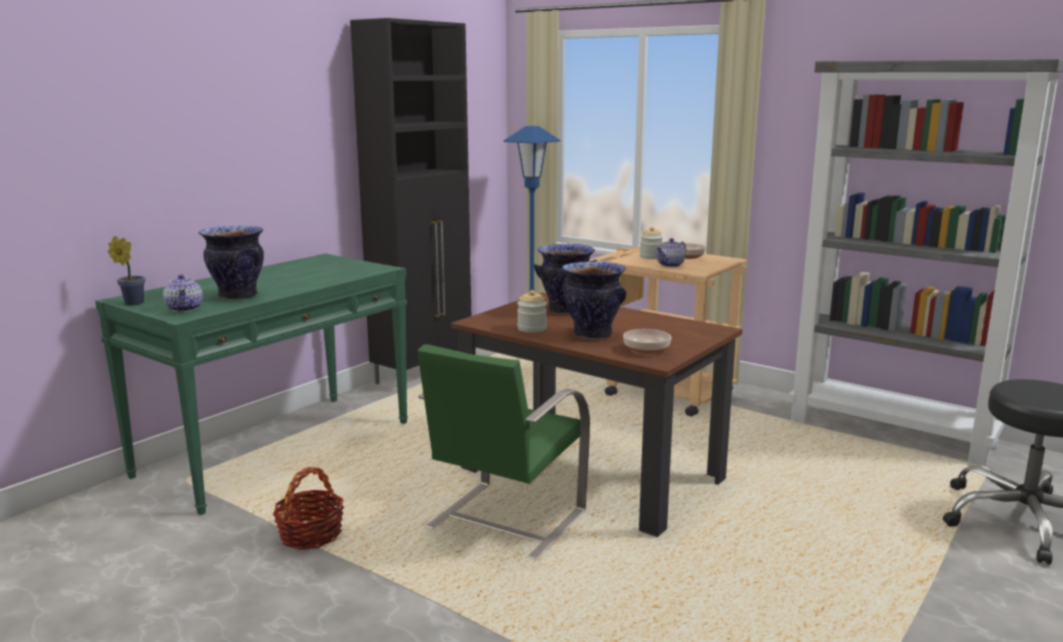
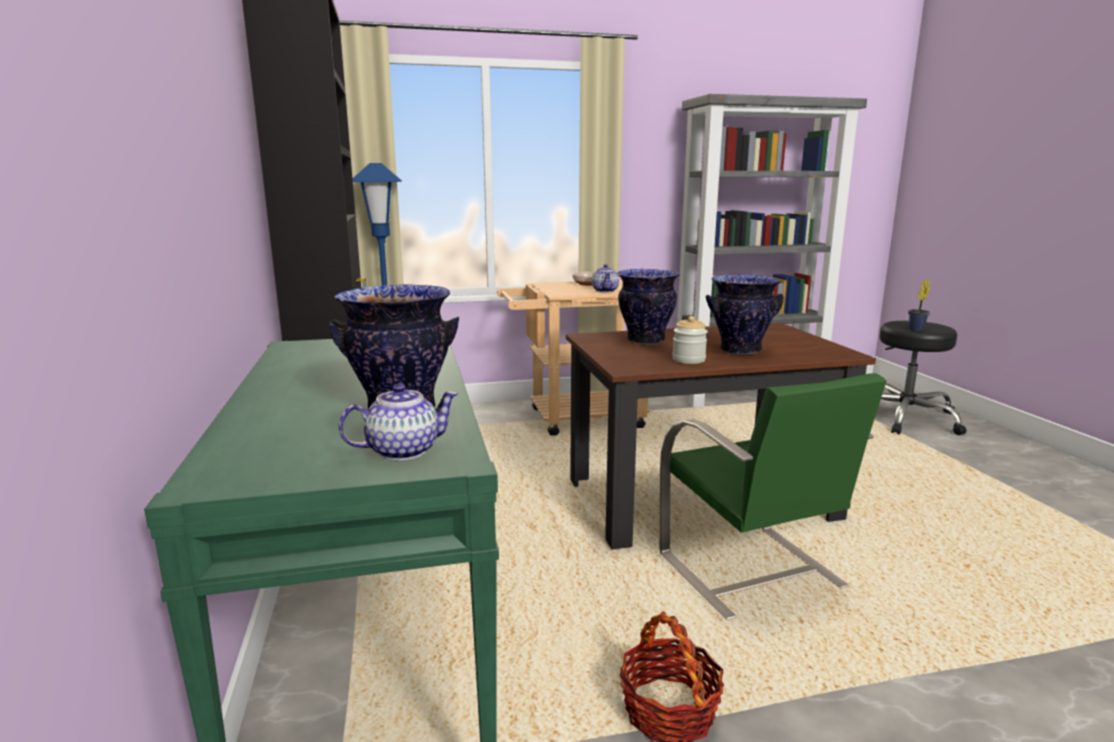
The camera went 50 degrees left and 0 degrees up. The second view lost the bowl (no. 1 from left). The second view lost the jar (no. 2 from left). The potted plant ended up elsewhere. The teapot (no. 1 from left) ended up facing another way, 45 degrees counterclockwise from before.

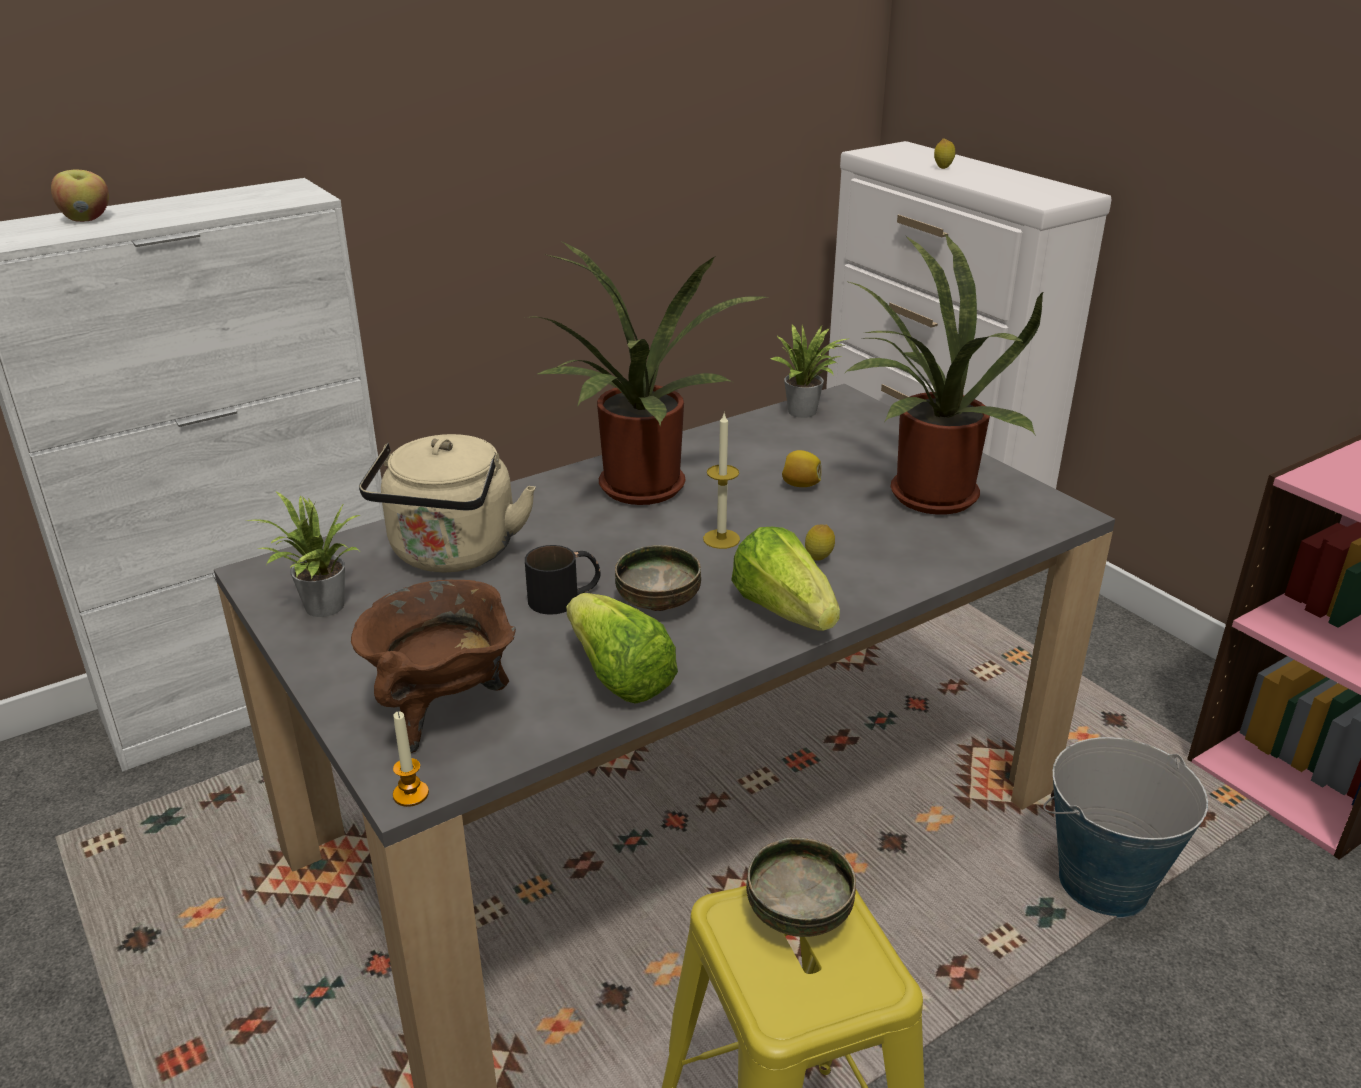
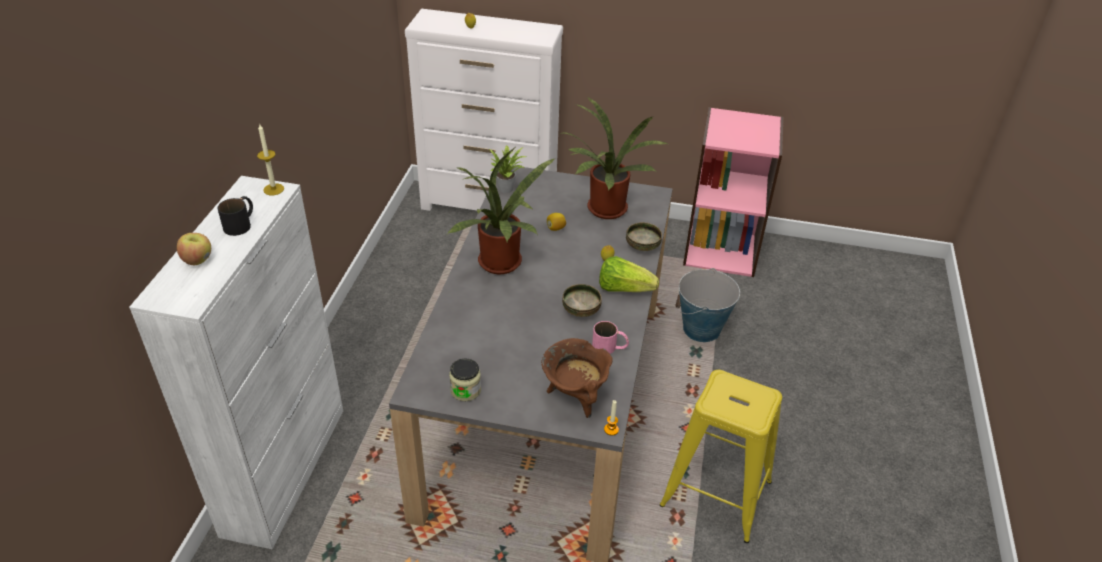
The camera went 45 degrees left and 10 degrees up. The second view lost the beige kettle. The black mug ended up elsewhere. The candle (no. 2 from left in the first image) ended up elsewhere. The bowl (no. 2 from left) ended up elsewhere. Where the potted plant (no. 1 from left) stood, the jar came to stand. Where the lettuce (no. 1 from left) stood, the pink mug came to stand.

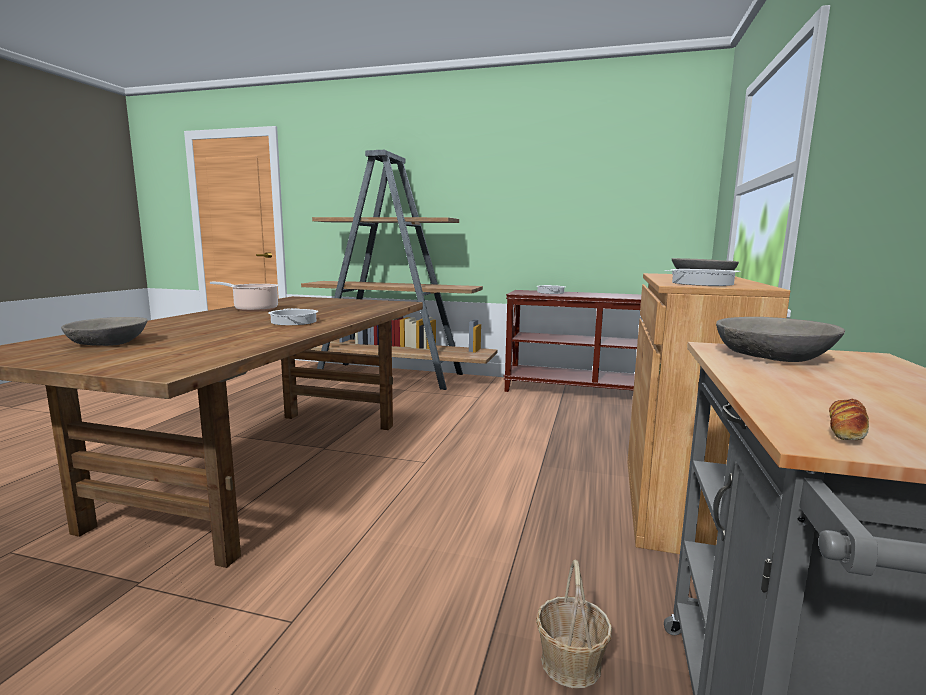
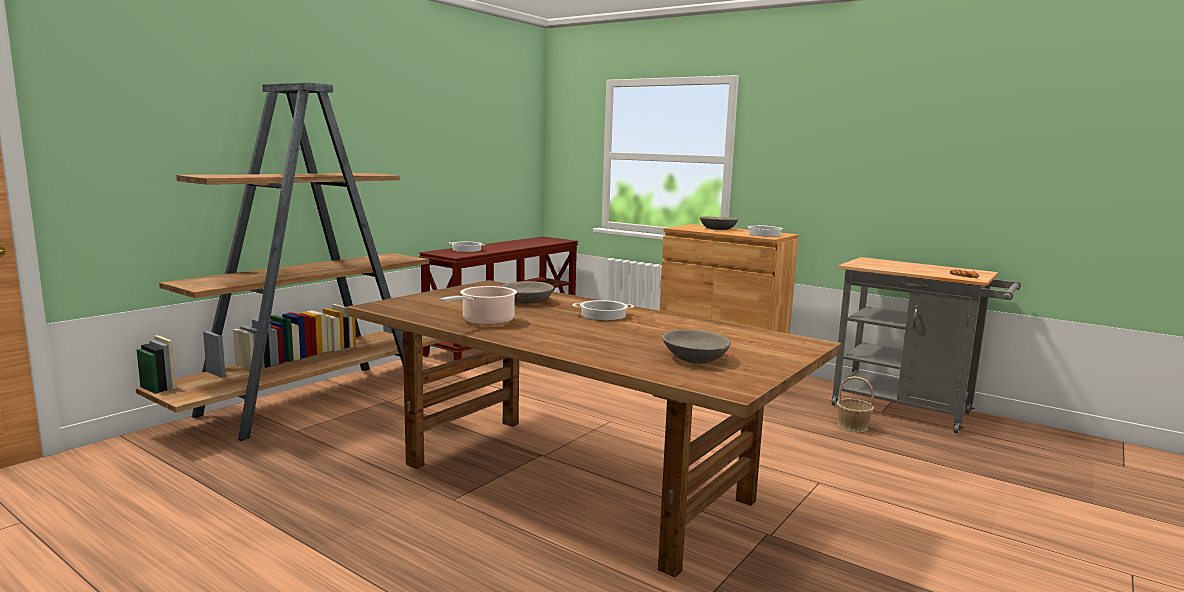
The camera went 70 degrees left and 0 degrees up. The grey bowl (no. 3 from left in the first image) ended up elsewhere.

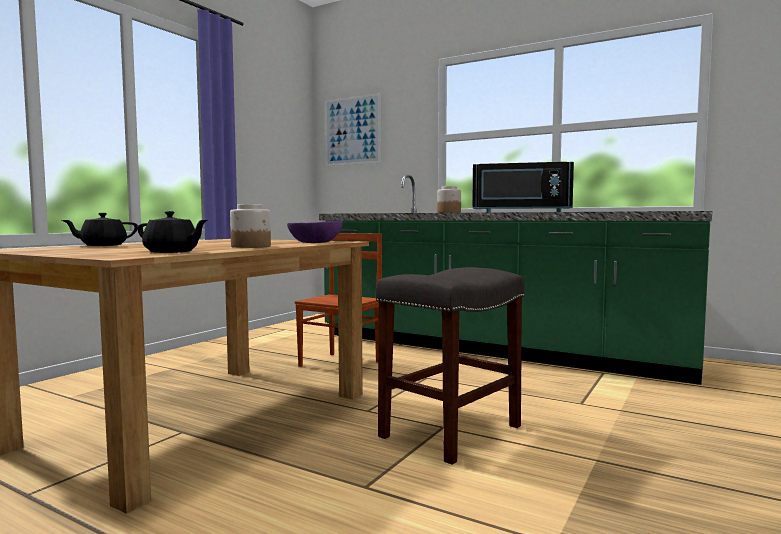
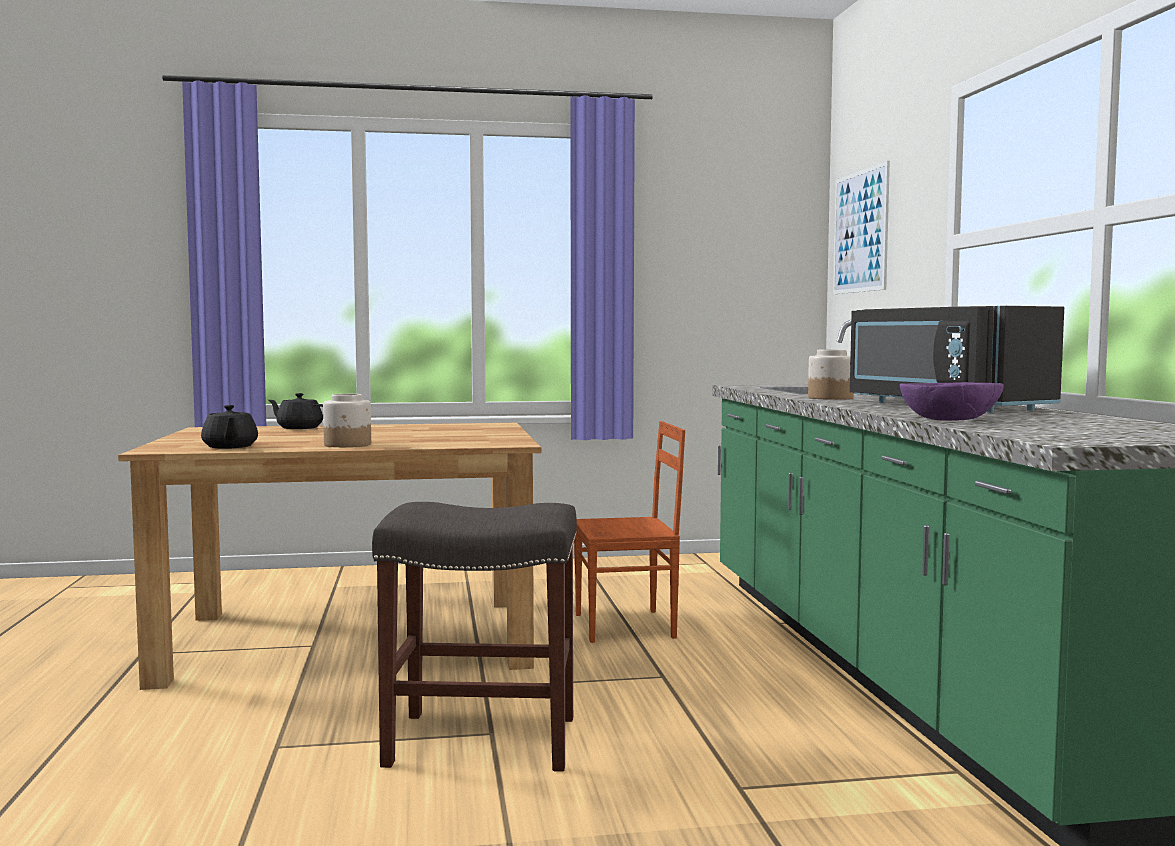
The camera went 50 degrees right and 0 degrees up. The purple bowl ended up elsewhere.

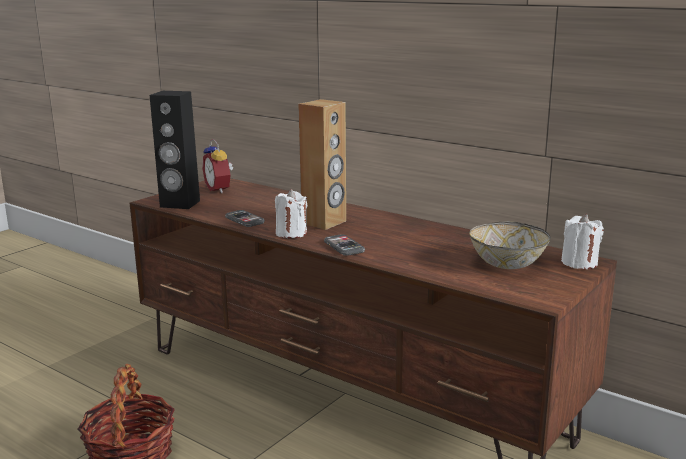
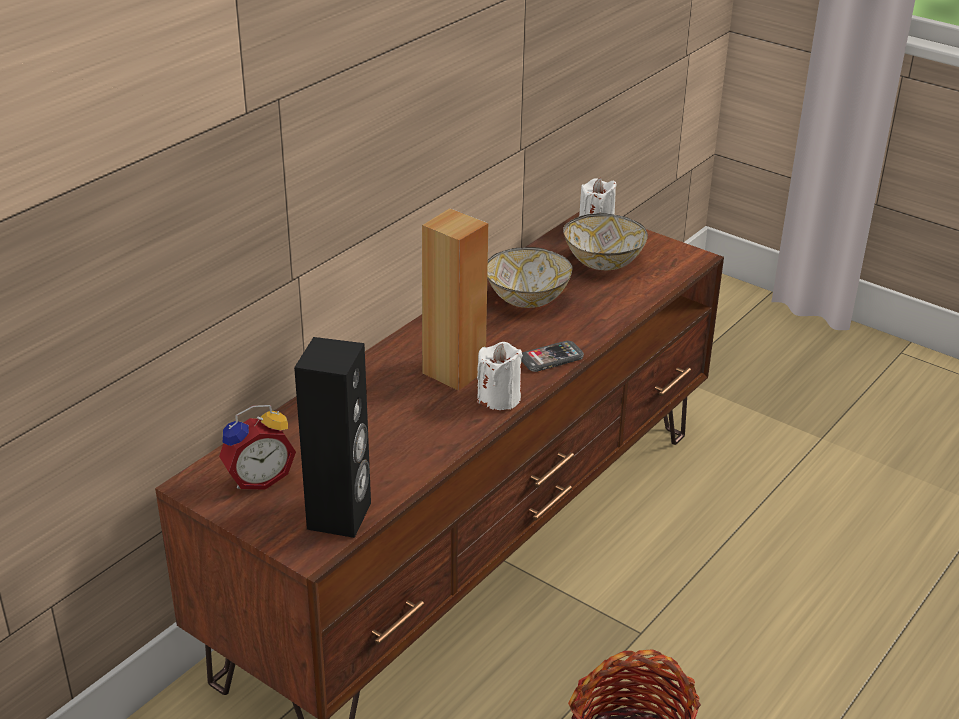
The camera went 90 degrees left and 15 degrees up. The second view lost the phone (no. 1 from left). The second view gained the bowl (no. 1 from left).

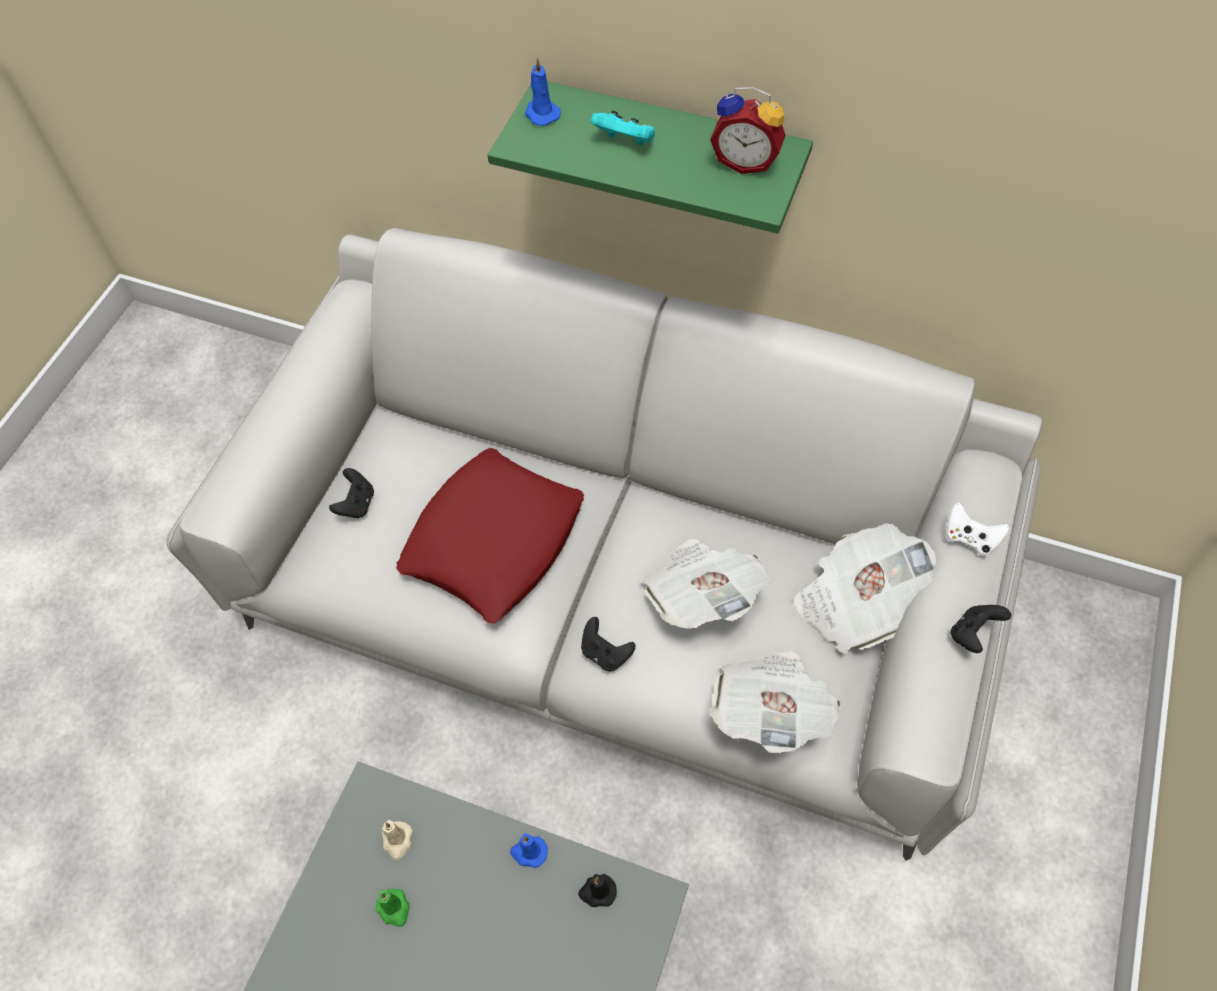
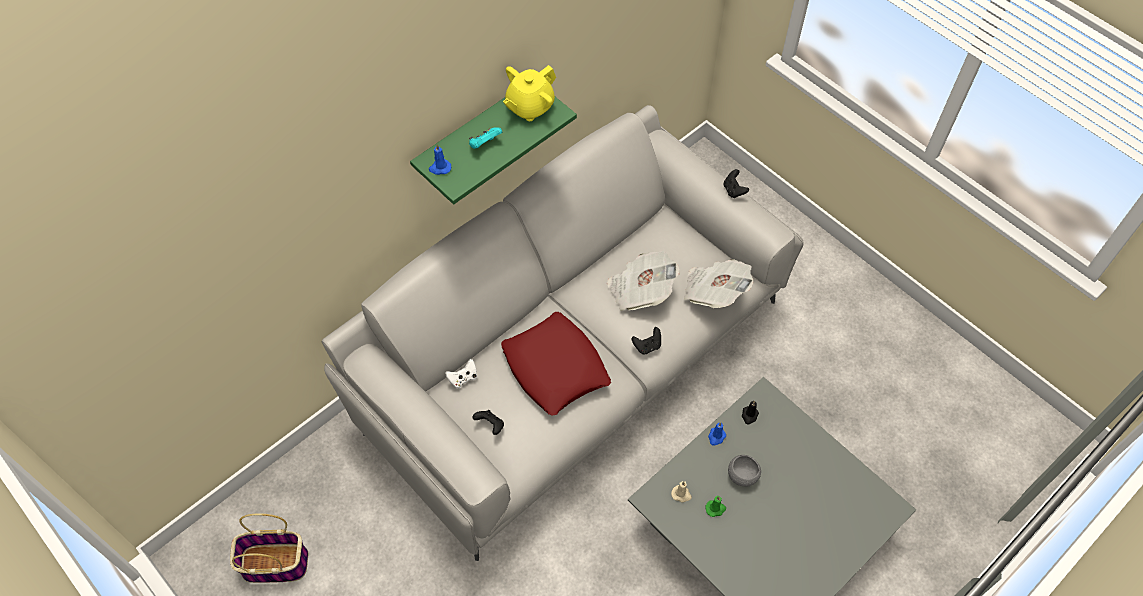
The camera went 65 degrees left and 0 degrees up. The second view lost the newspaper (no. 3 from left). The second view gained the basket. The second view gained the grey bowl. The white game controller ended up elsewhere. Where the alarm clock stood, the yellow teapot came to stand.

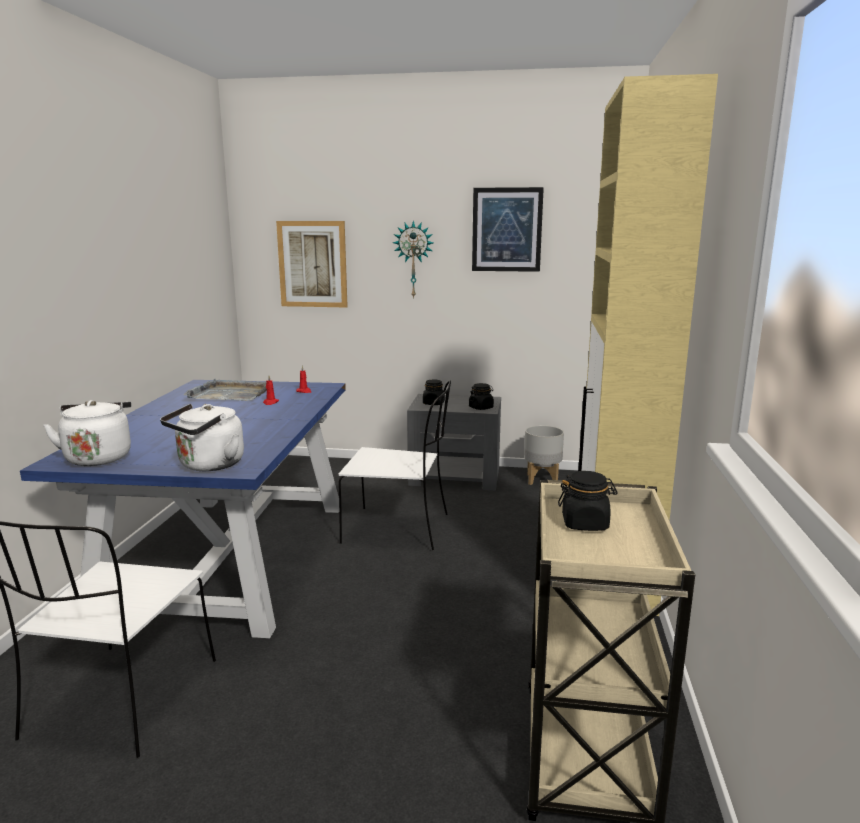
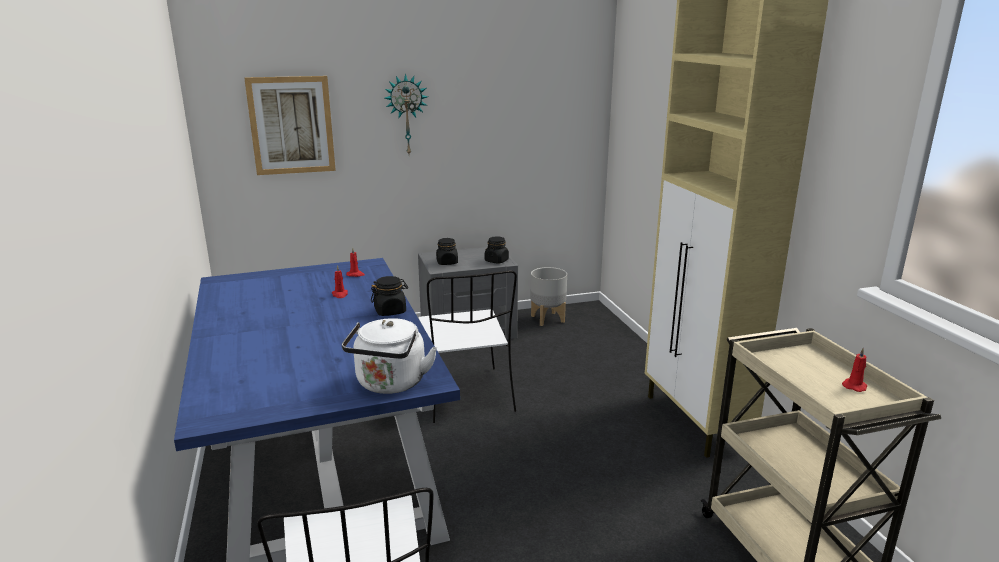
The camera went 25 degrees left and 5 degrees up. The second view lost the white kettle (no. 1 from left). The second view lost the grey tray. The second view lost the picture (no. 2 from left). The second view gained the red candle (no. 3 from left). The black jar (no. 3 from left in the first image) ended up elsewhere. The white chair (no. 2 from left) ended up facing another way, 90 degrees clockwise from before.

